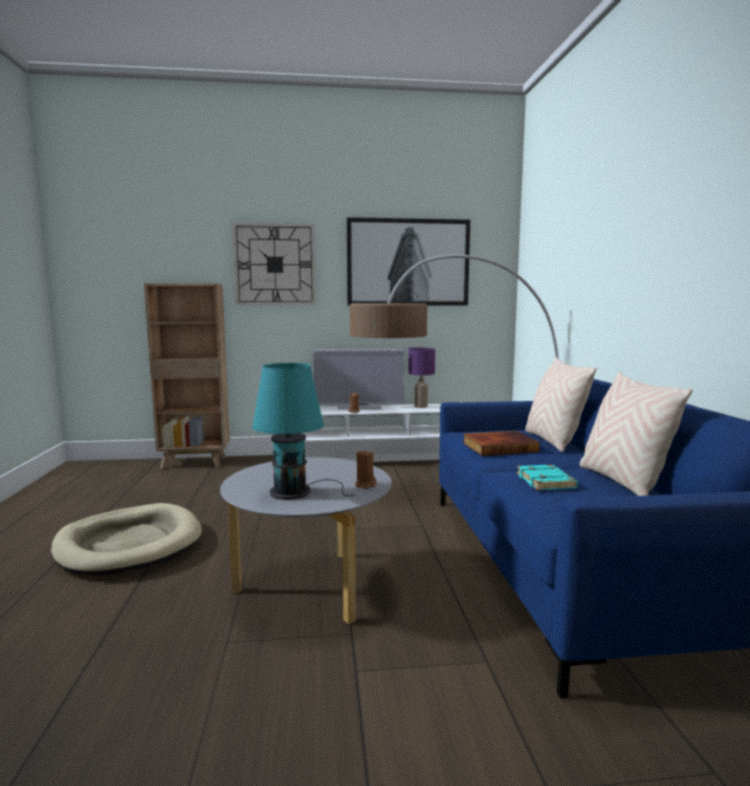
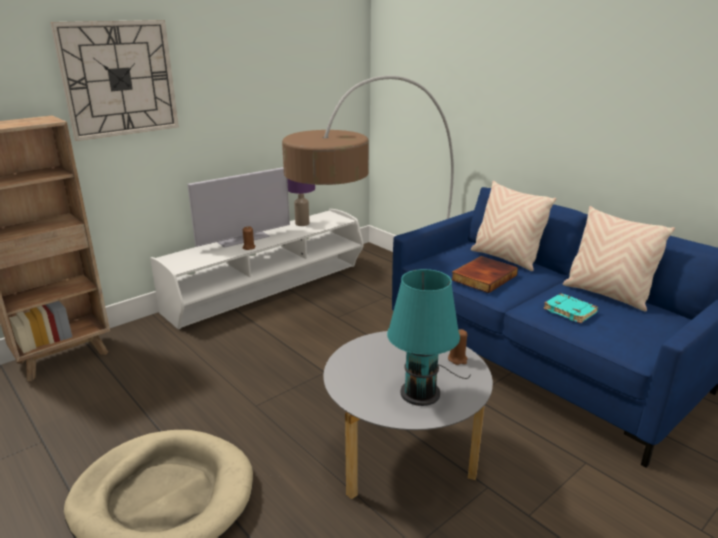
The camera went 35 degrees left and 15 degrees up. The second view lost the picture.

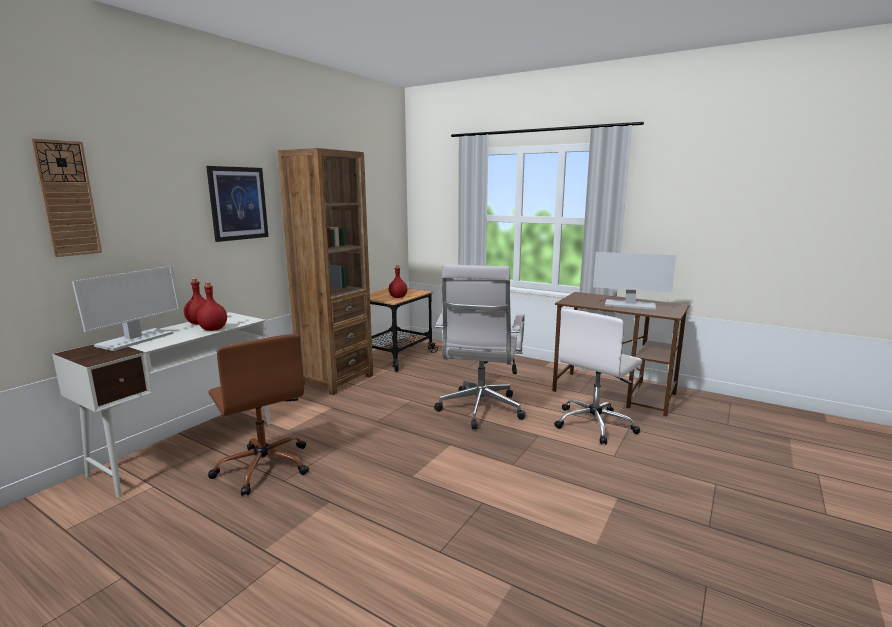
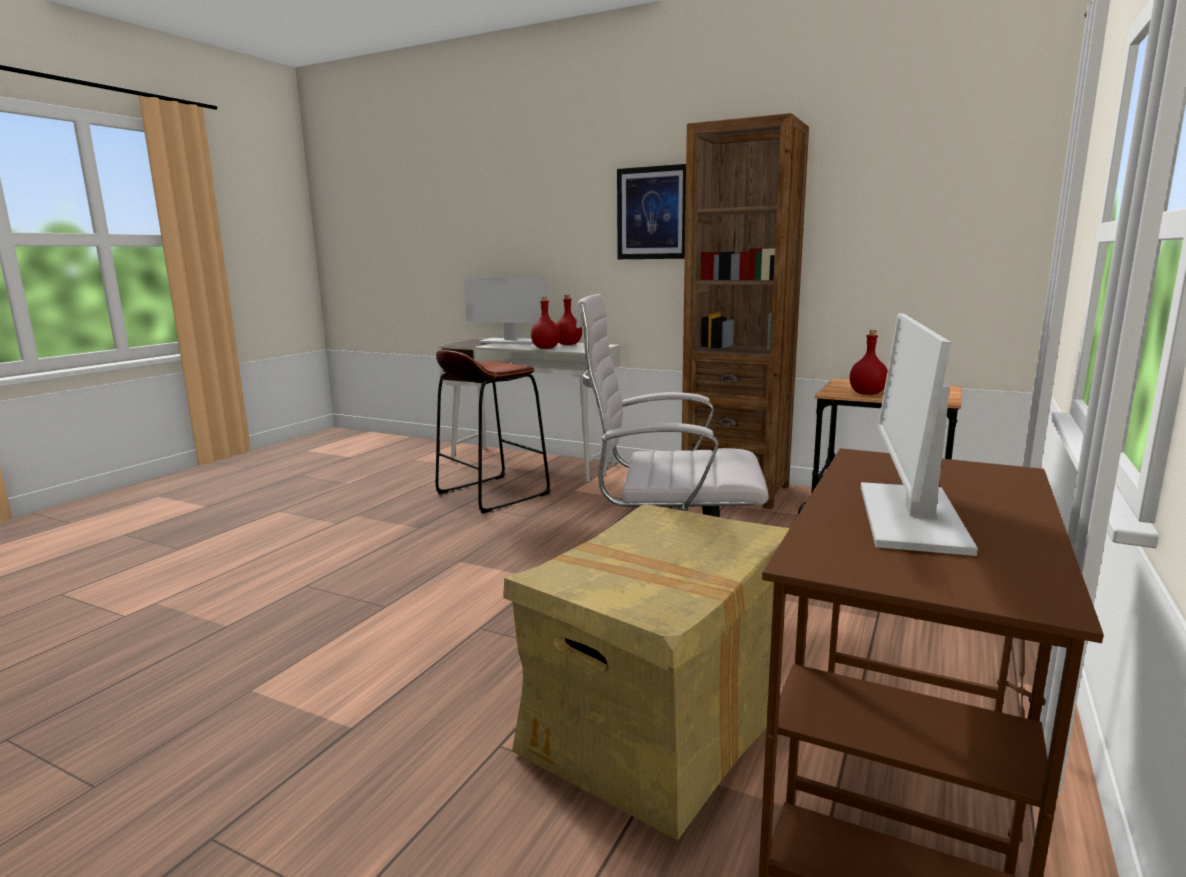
The camera went 85 degrees right and 0 degrees up. The second view lost the wall clock. Where the brown office chair stood, the brown stool came to stand. Where the white office chair (no. 2 from left) stood, the cardboard box came to stand.

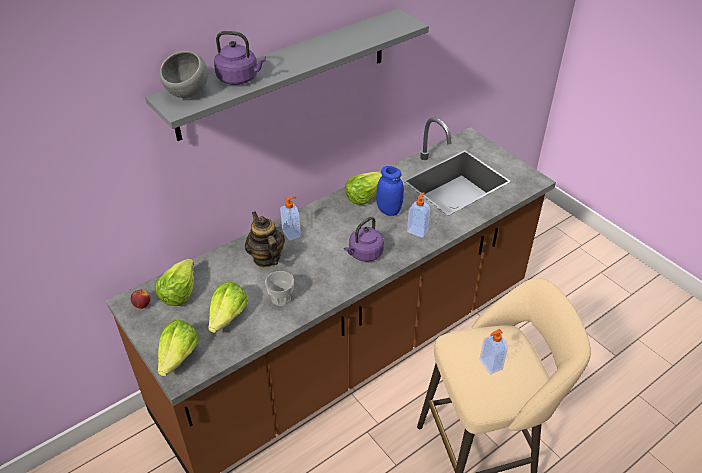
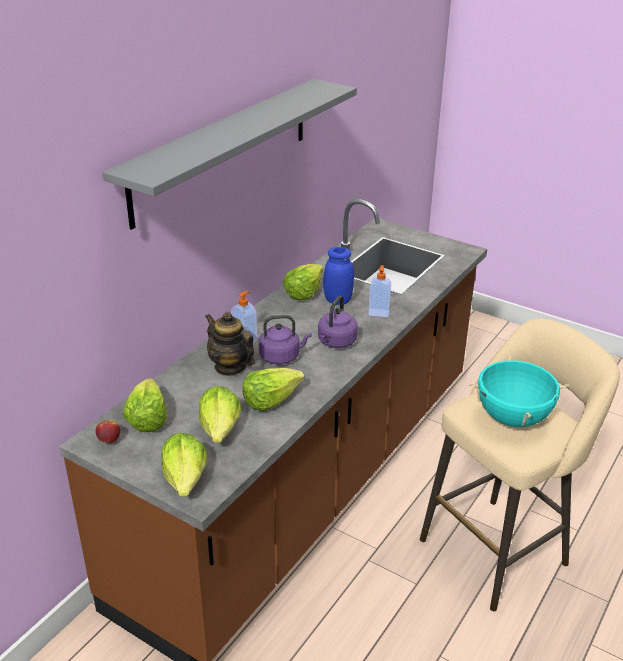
The camera went 20 degrees left and 10 degrees down. The second view lost the grey bowl. The purple kettle (no. 1 from left) ended up elsewhere. Where the cup stood, the lettuce (no. 4 from left) came to stand. Where the soap dispenser (no. 3 from left) stood, the turquoise cooking pot came to stand.

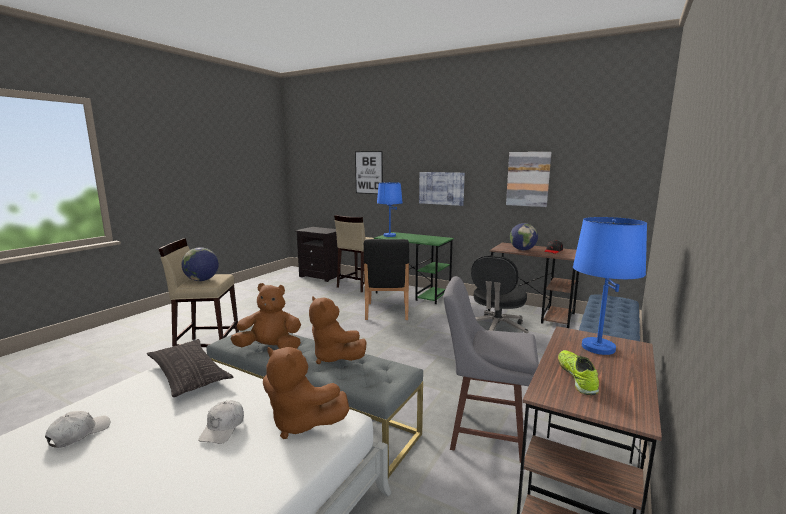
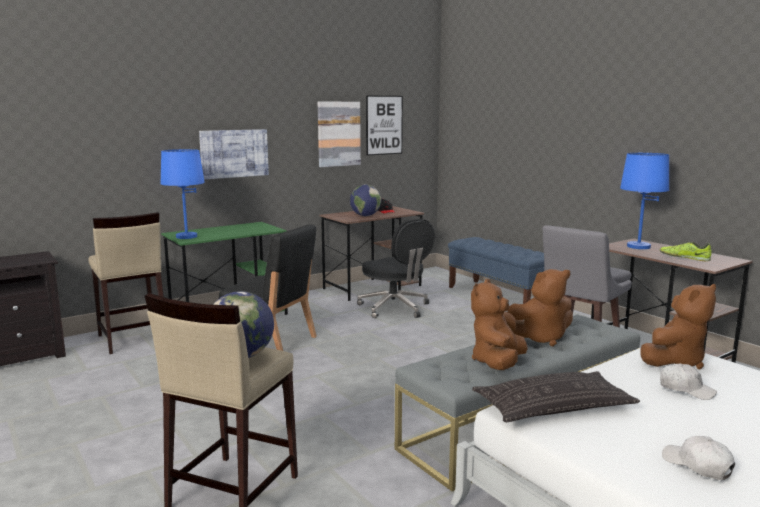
The camera went 65 degrees left and 0 degrees up. The picture (no. 1 from left in the first image) ended up elsewhere.

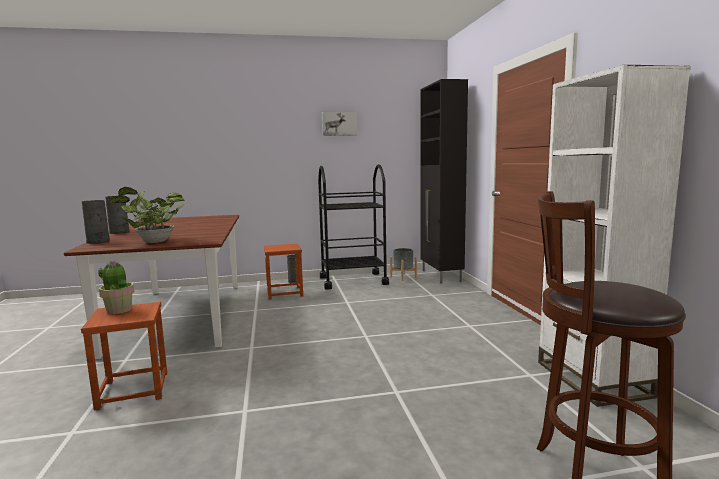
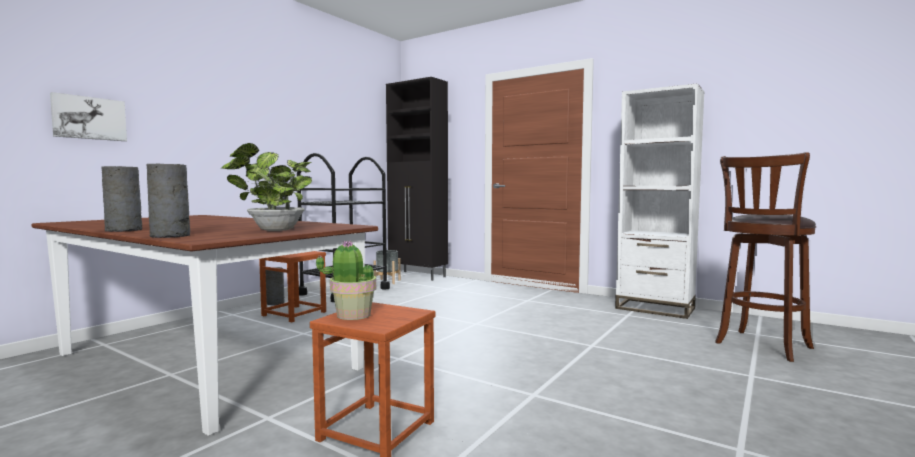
The camera went 45 degrees left and 5 degrees down. The picture ended up elsewhere.

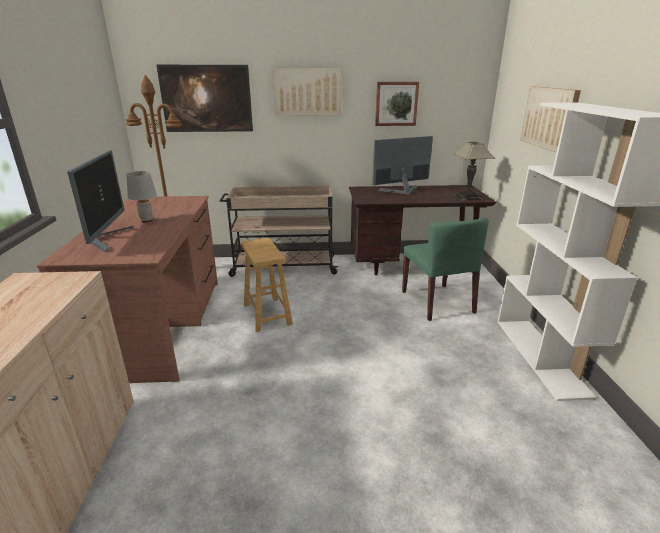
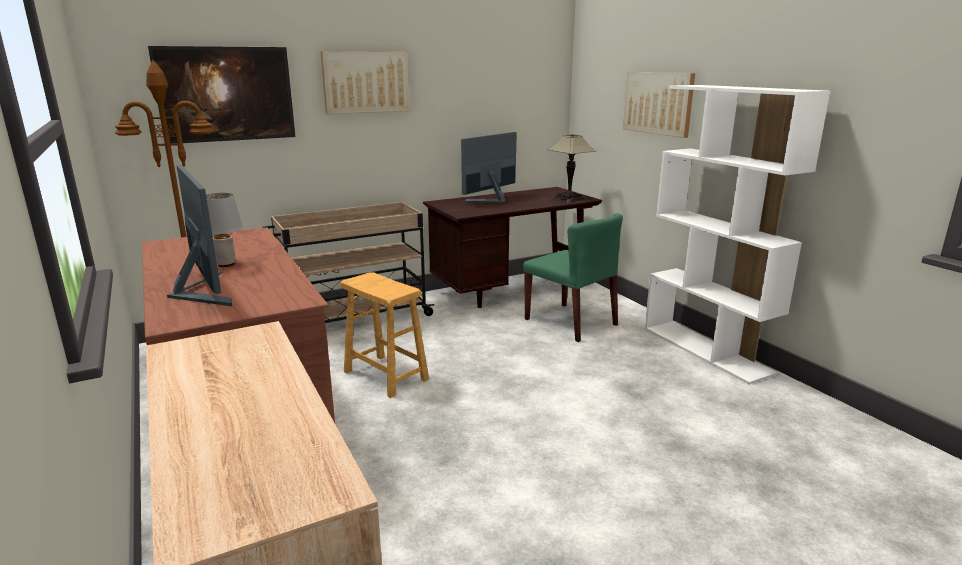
The camera went 25 degrees left and 5 degrees down. The second view lost the picture (no. 3 from left).

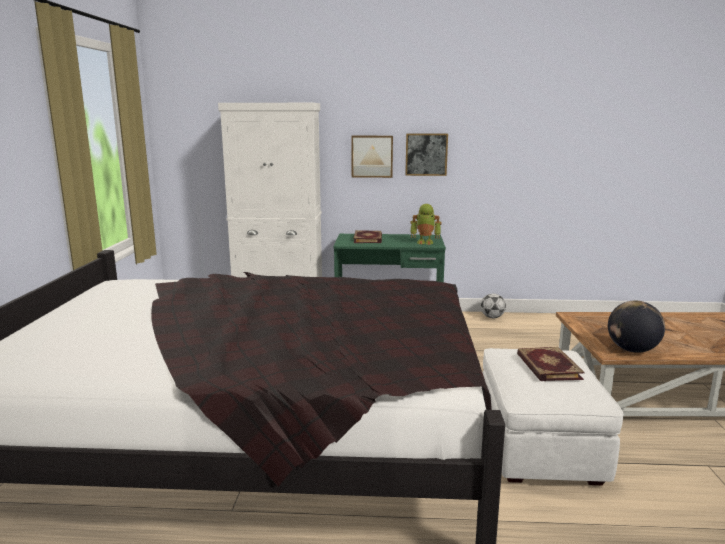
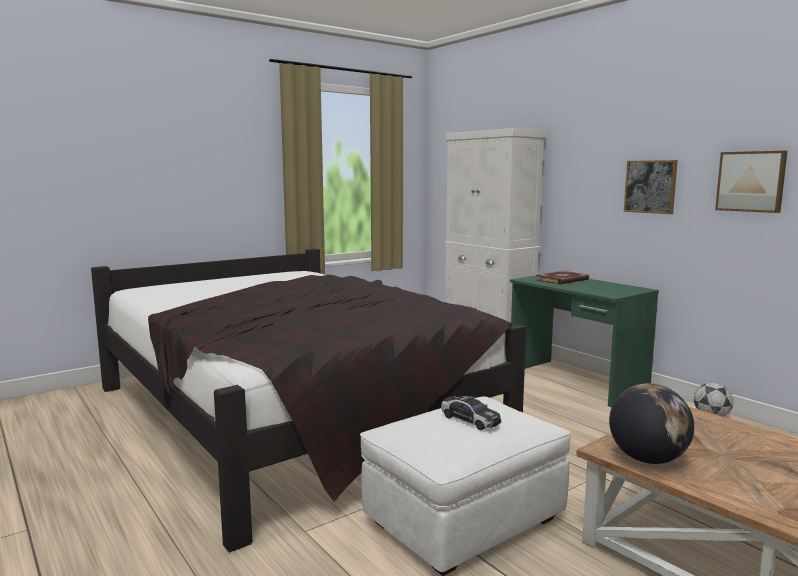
The camera went 50 degrees right and 5 degrees down. The second view lost the toy robot. The picture (no. 1 from left in the first image) ended up elsewhere. Where the book (no. 2 from left) stood, the toy car came to stand.

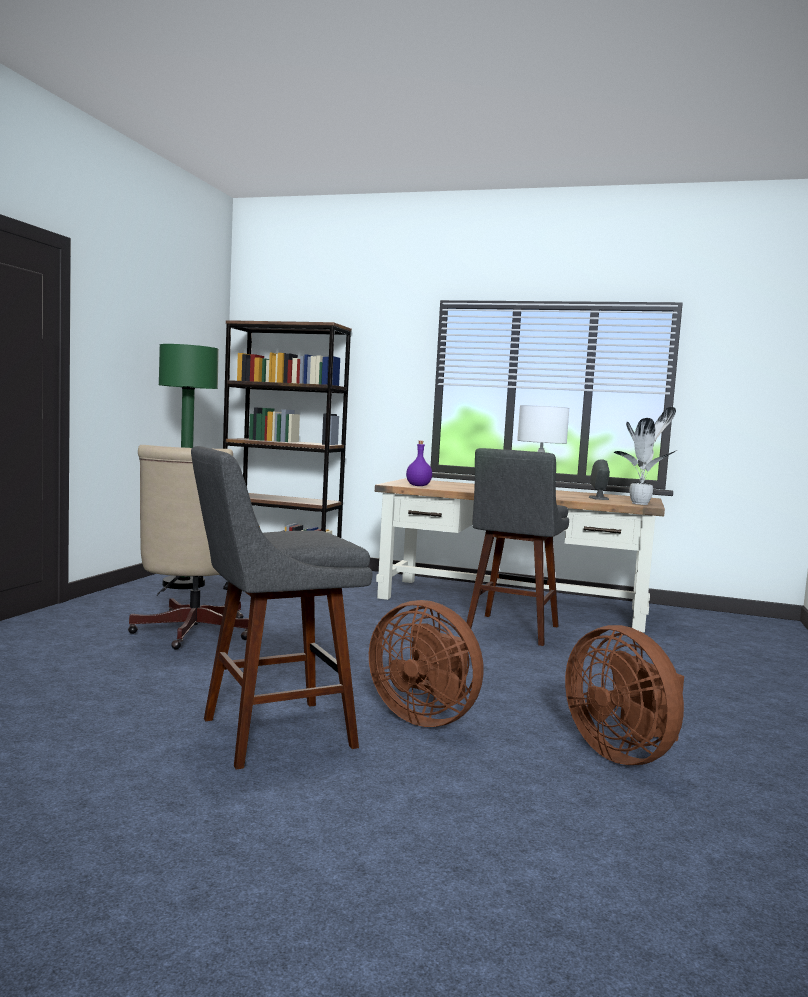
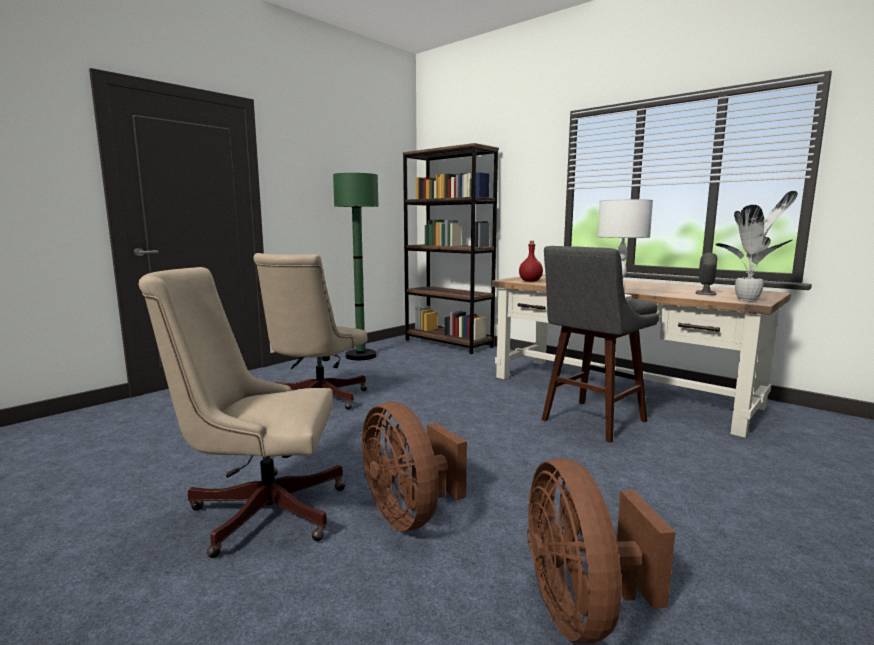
The camera went 25 degrees right and 5 degrees up. Where the grey stool (no. 1 from left) stood, the beige office chair (no. 1 from left) came to stand. What was the purple bottle turned into the red bottle.

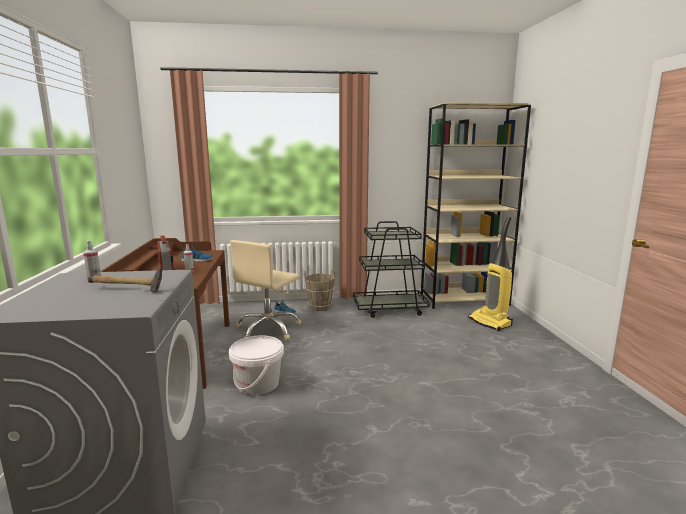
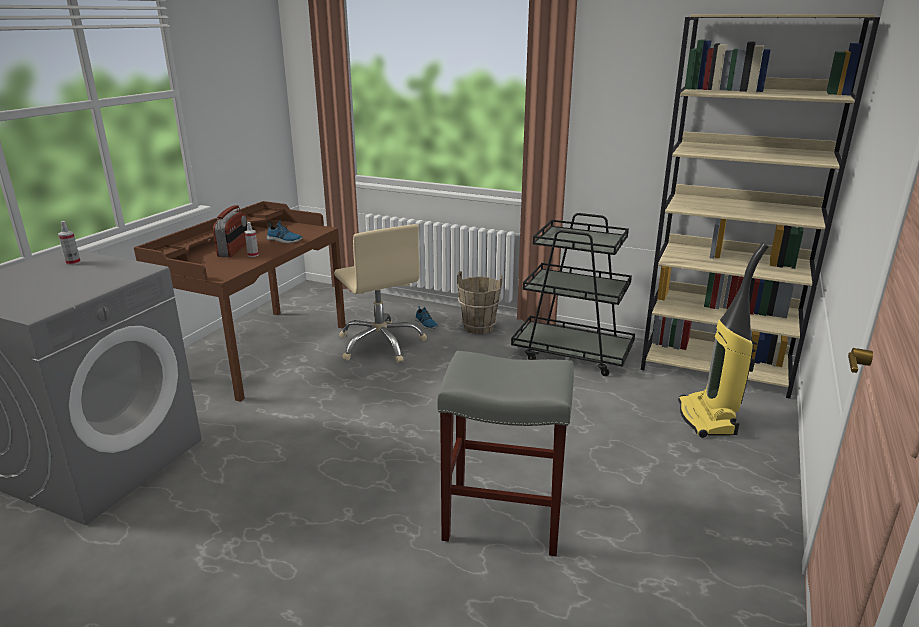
The camera went 30 degrees right and 10 degrees up. The second view lost the hammer. The second view lost the white bucket. The second view gained the grey stool. The beige office chair ended up facing another way, 90 degrees counterclockwise from before.

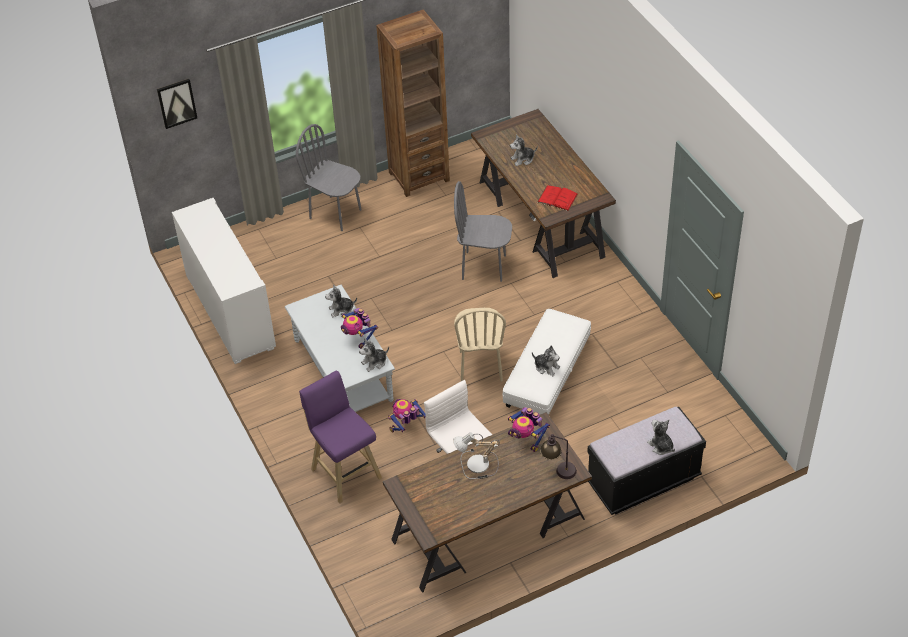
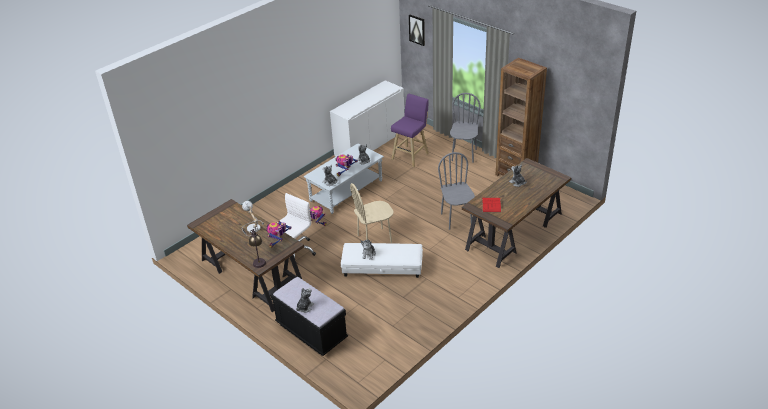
The camera went 70 degrees right and 10 degrees down. The purple stool ended up elsewhere.

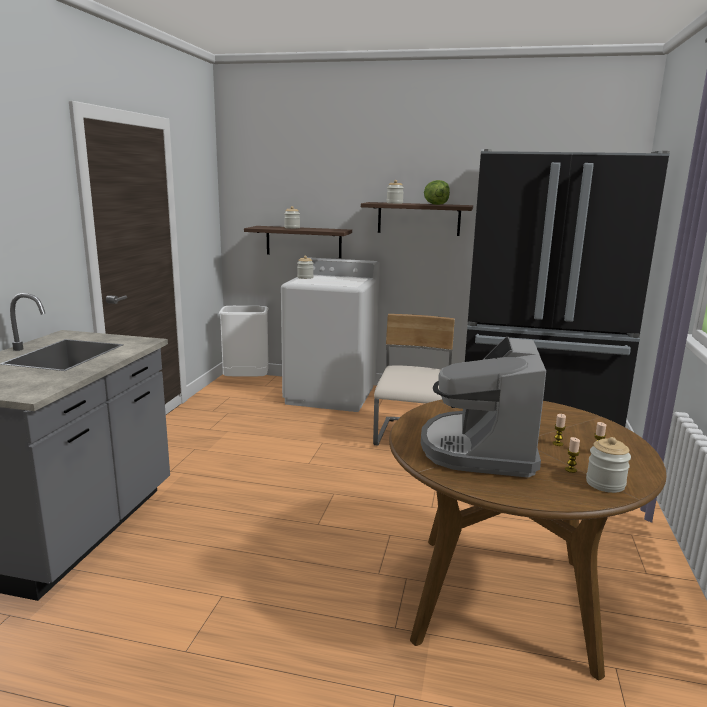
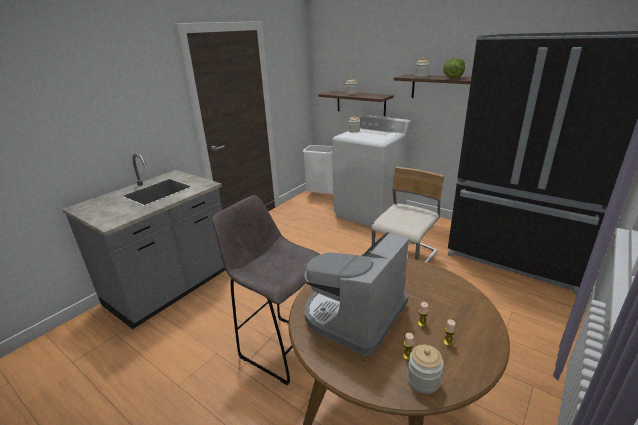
The camera went 25 degrees right and 10 degrees up. The second view gained the grey stool.

